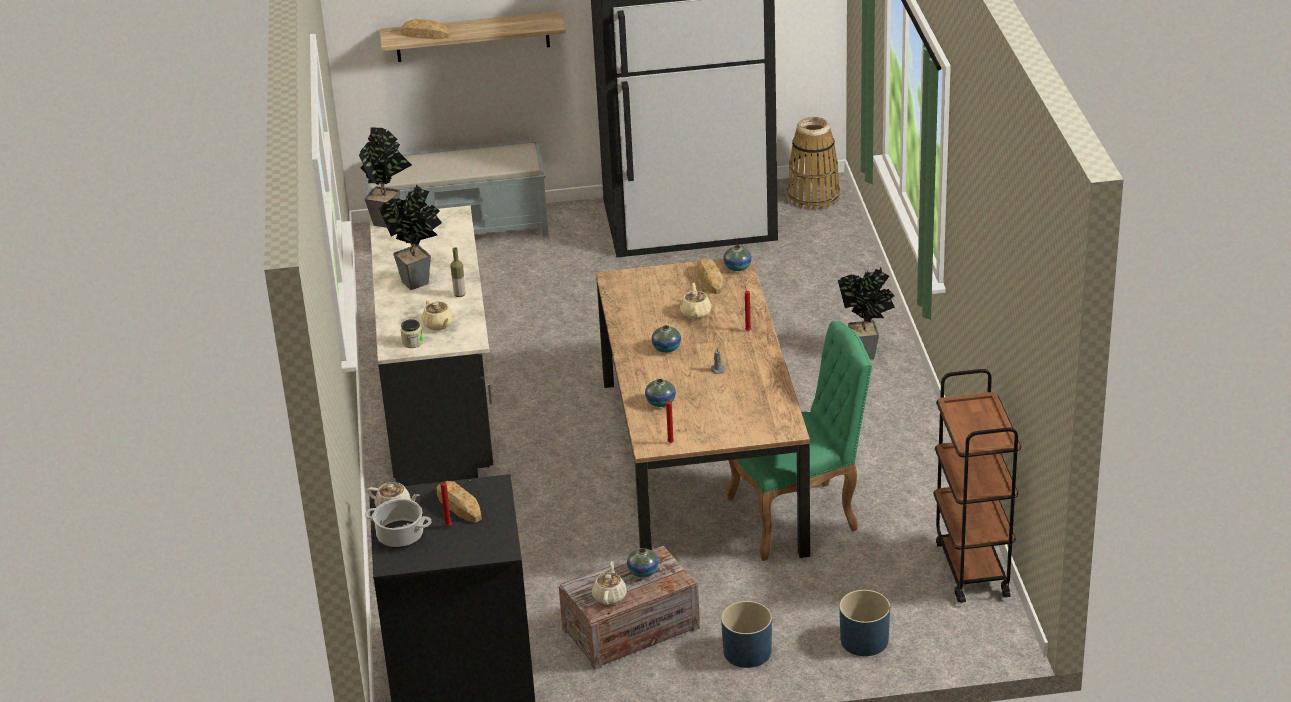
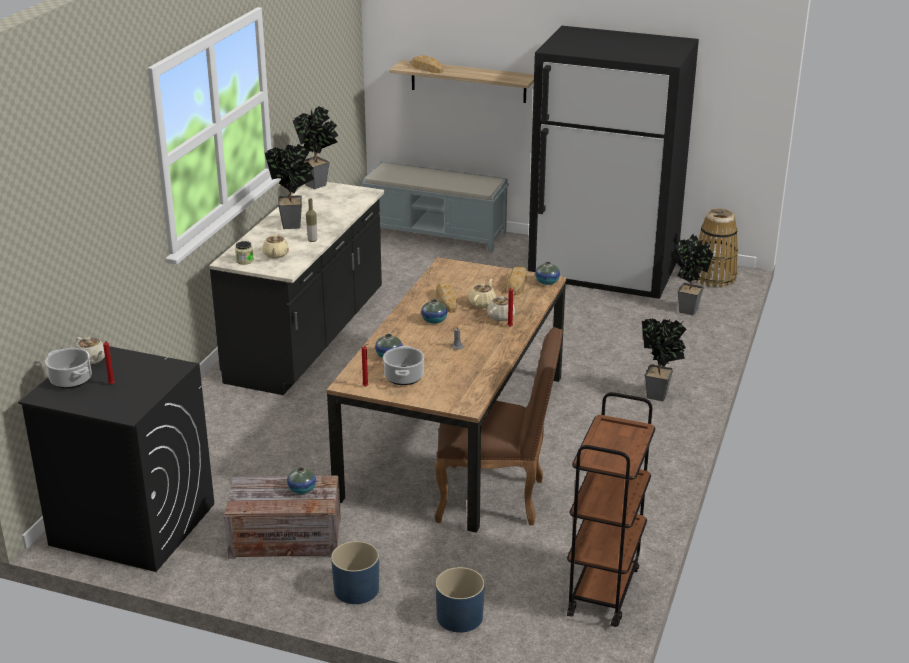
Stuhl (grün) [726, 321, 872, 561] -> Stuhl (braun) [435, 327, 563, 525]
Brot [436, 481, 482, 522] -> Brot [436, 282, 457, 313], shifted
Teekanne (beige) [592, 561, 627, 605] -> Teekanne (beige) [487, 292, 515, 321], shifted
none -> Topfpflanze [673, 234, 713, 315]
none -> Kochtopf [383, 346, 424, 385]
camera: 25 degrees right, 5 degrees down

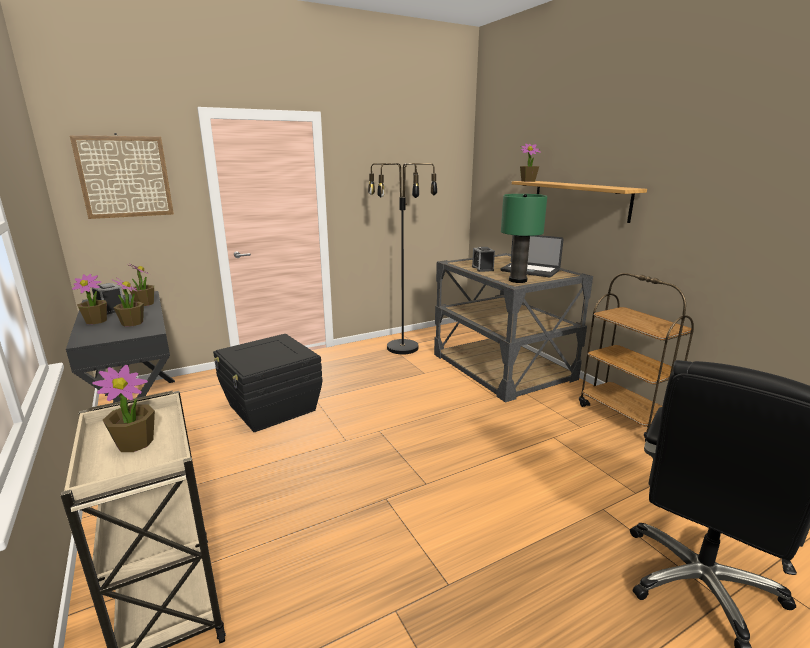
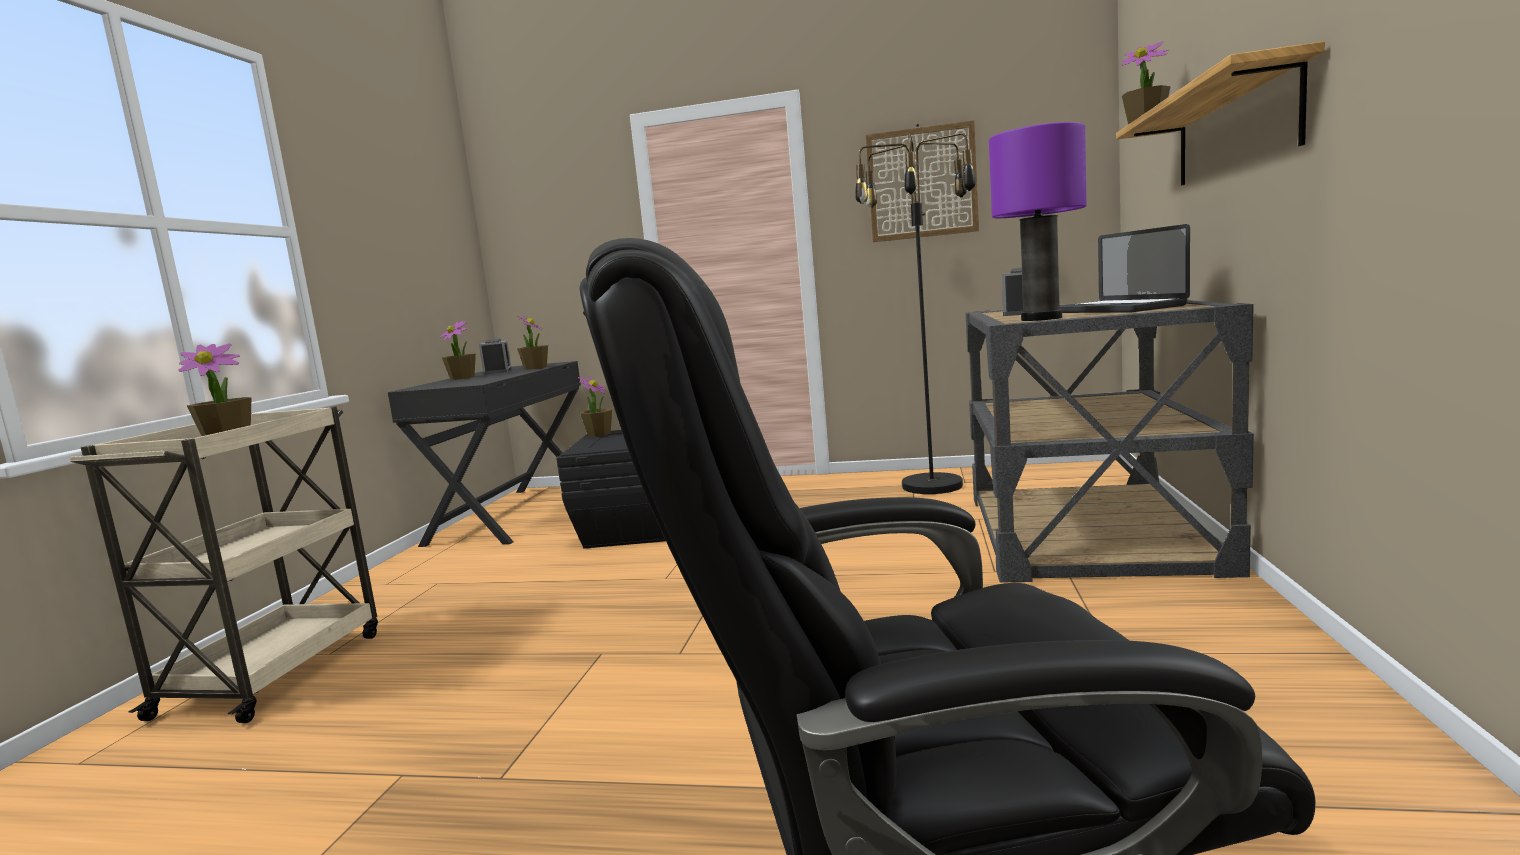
Bild [70, 133, 174, 219] -> Bild [865, 120, 979, 242], shifted
Tischlampe (grün) [501, 194, 547, 283] -> Tischlampe (lila) [989, 122, 1087, 321]
Rollwagen (braun) [579, 273, 694, 442] -> none
Topfpflanze [111, 278, 144, 327] -> Topfpflanze [578, 376, 612, 437], shifted
camera: 40 degrees right, 10 degrees down

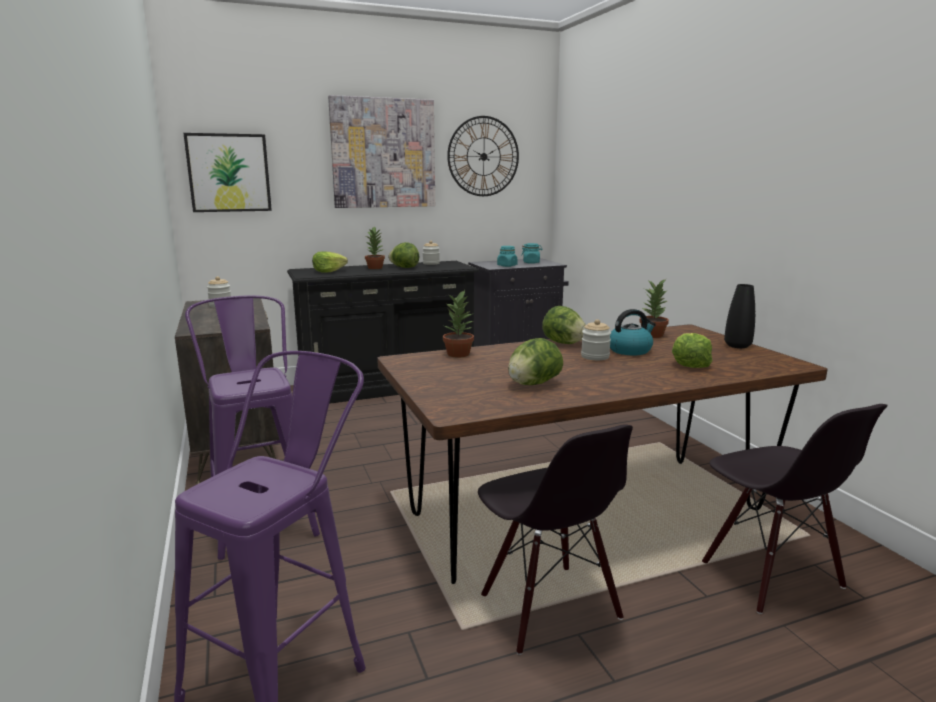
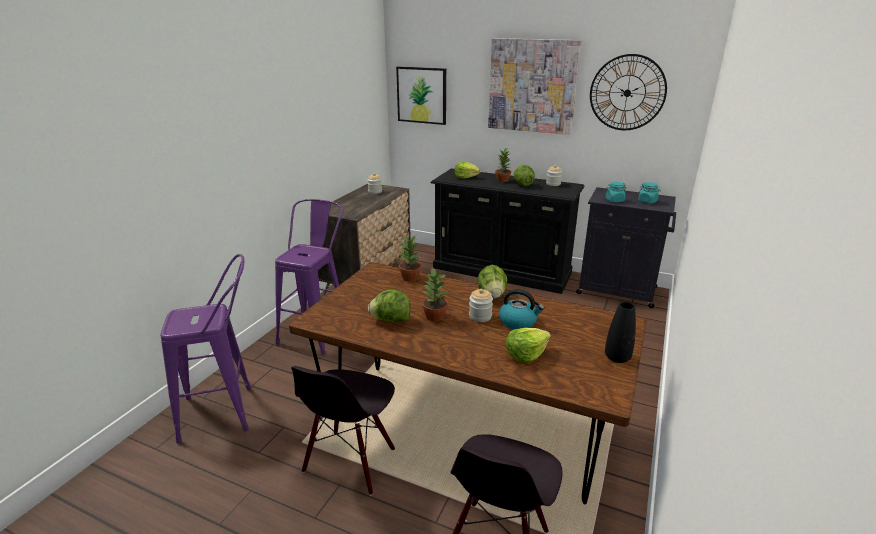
Topfpflanze [639, 279, 669, 338] -> Topfpflanze [422, 268, 448, 321], shifted
camera: 45 degrees right, 10 degrees up

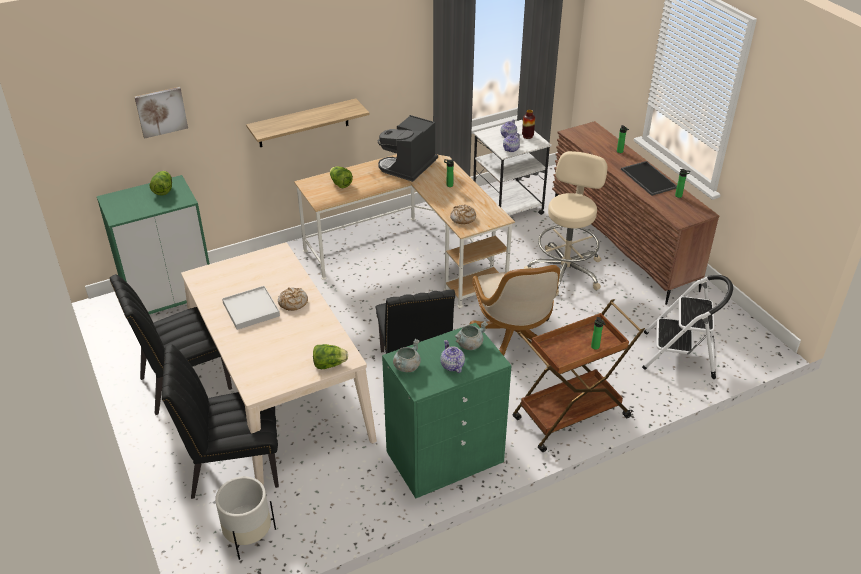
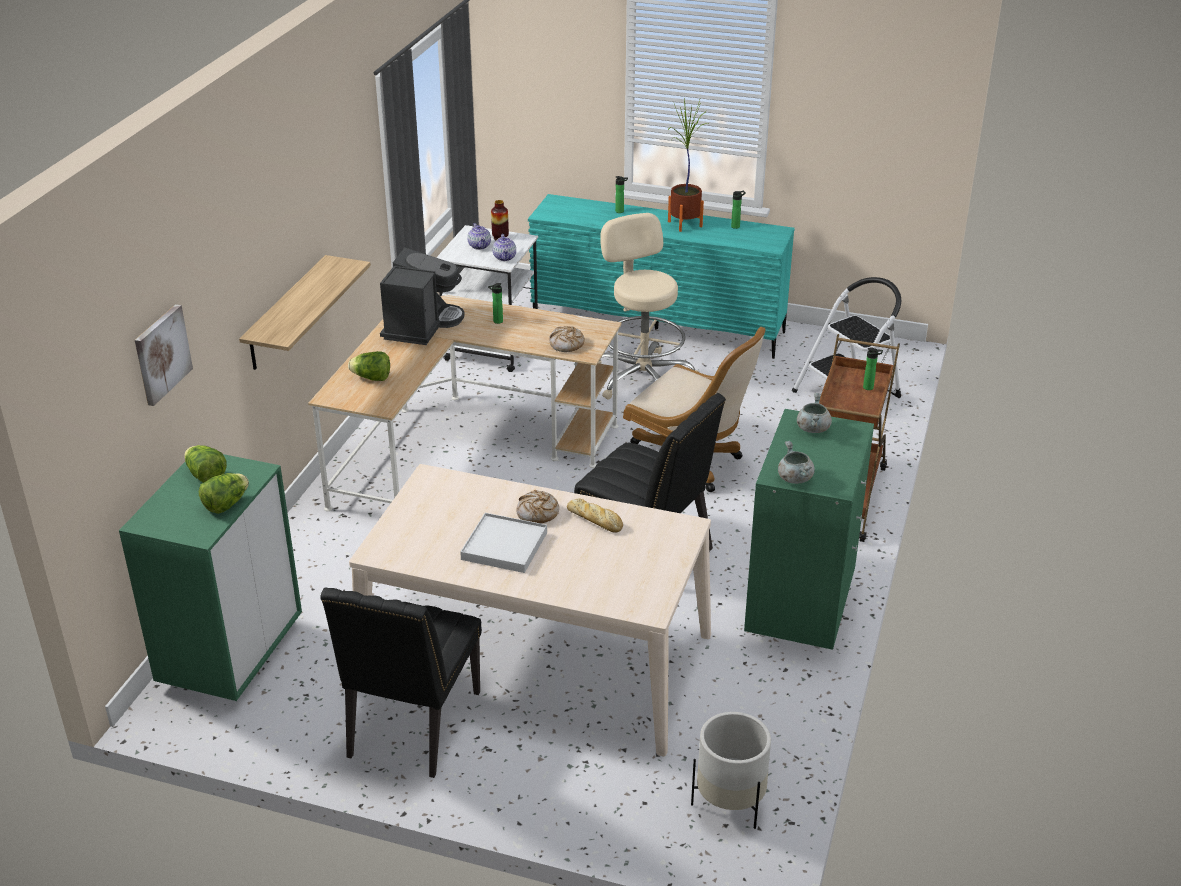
Kaffeemaschine [378, 115, 438, 182] -> Kaffeemaschine [380, 248, 465, 345], 150 degrees counterclockwise
Kommode (braun) [552, 121, 719, 305] -> Kommode (türkis) [528, 194, 795, 359]
Tablett [621, 161, 677, 196] -> Topfpflanze [668, 98, 709, 232]
Teekanne [440, 340, 465, 373] -> none
Stuhl (schwarz) [162, 344, 279, 499] -> none
Salatkopf [313, 344, 348, 369] -> Salatkopf [199, 473, 249, 514], shifted
none -> Brot [567, 498, 623, 533]
camera: 45 degrees left, 5 degrees down

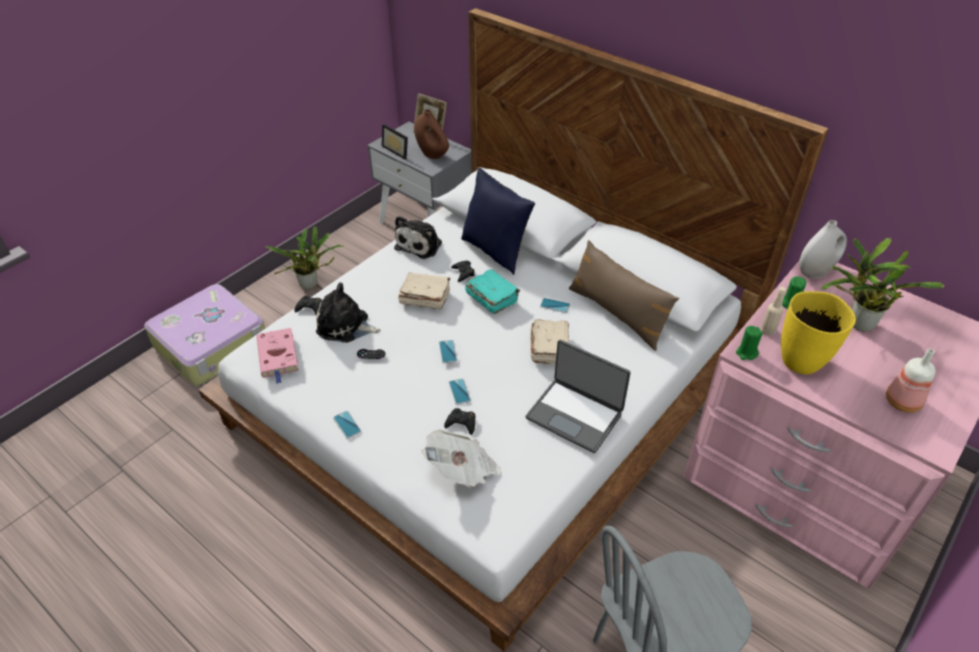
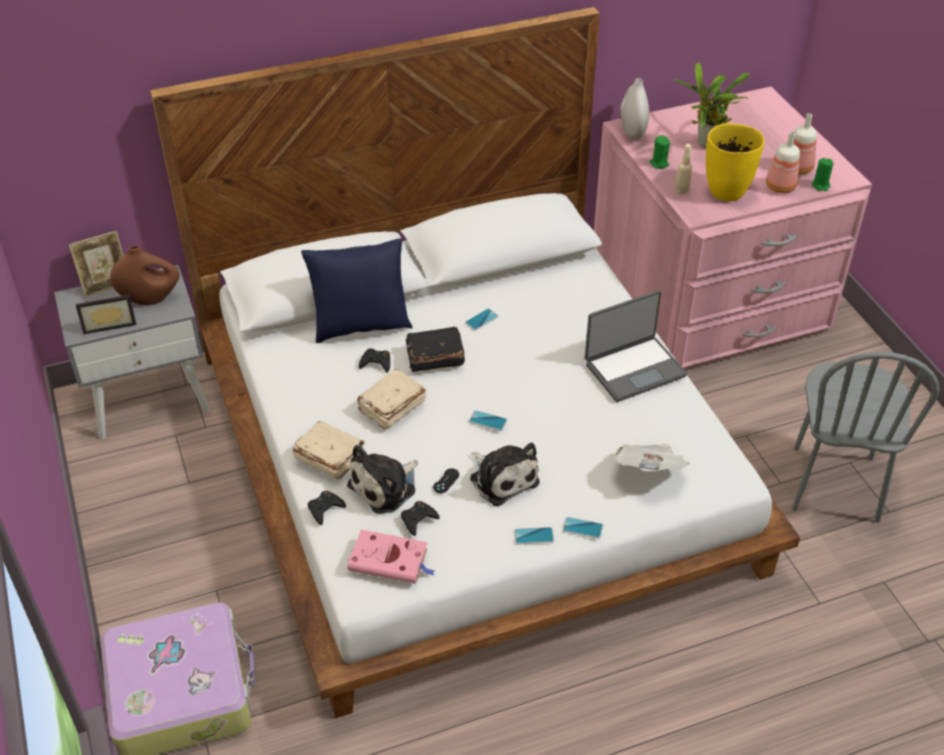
Plüschtier [394, 216, 442, 259] -> Plüschtier [470, 443, 540, 506], shifted
Topfpflanze [266, 226, 345, 290] -> none
Kissen (braun) [569, 240, 679, 351] -> none
Buch (türkis) [465, 269, 520, 314] -> Buch (schwarz) [405, 327, 465, 372]
Buch (beige) [530, 319, 569, 364] -> Buch (beige) [292, 421, 365, 479], shifted
Kerze (grün) [736, 326, 763, 360] -> Kerze (grün) [812, 158, 834, 191], shifted
Handy [449, 379, 471, 405] -> Handy [562, 517, 603, 539], shifted
Gamepad (schwarz) [444, 408, 475, 435] -> Gamepad (schwarz) [401, 501, 440, 536], shifted
none -> Flasche [766, 132, 800, 193]
camera: 60 degrees left, 0 degrees up

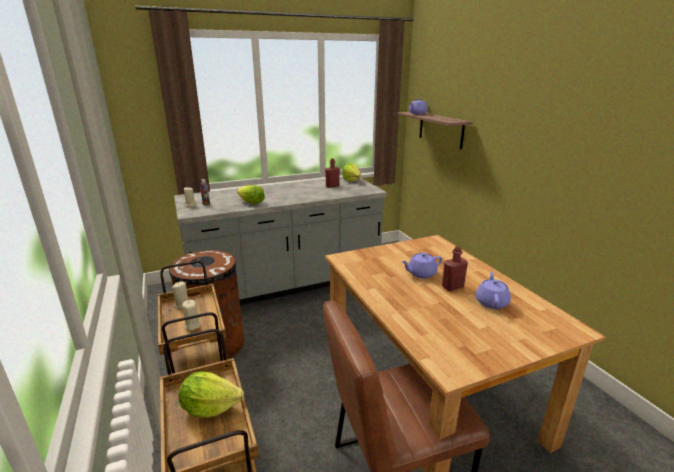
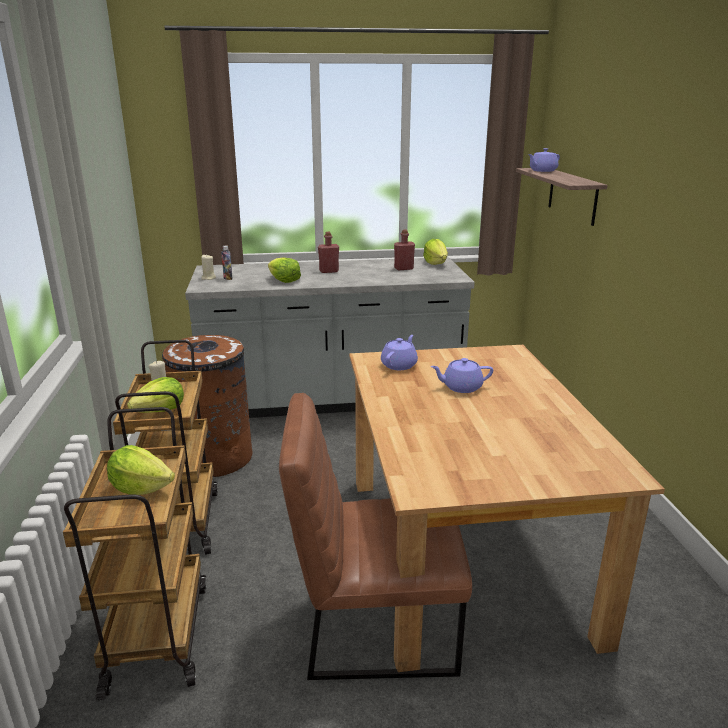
Flasche (rot) [442, 246, 468, 291] -> Flasche (rot) [318, 232, 339, 273], shifted
Teekanne (lila) [475, 272, 511, 309] -> Teekanne (lila) [381, 335, 418, 370], shifted
Kerze (beige) [182, 300, 201, 331] -> Salatkopf [127, 377, 184, 413]
camera: 15 degrees right, 0 degrees up

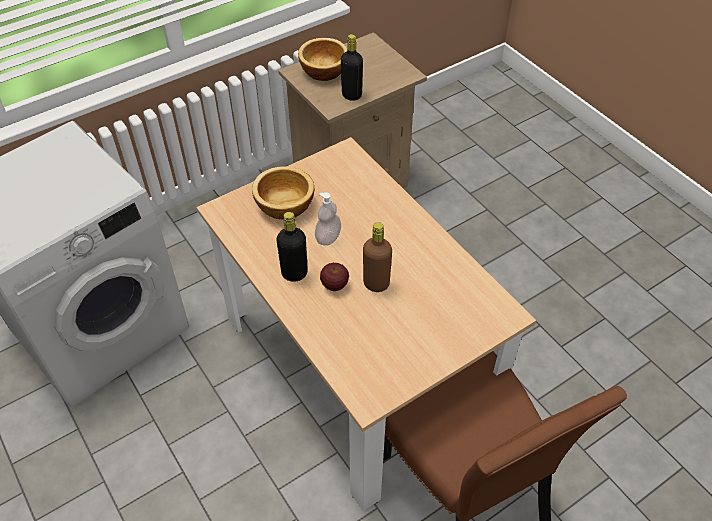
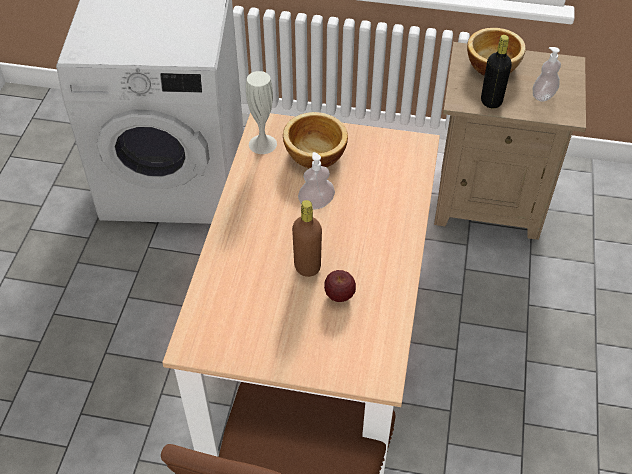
Flasche (schwarz) [277, 212, 308, 282] -> none
Apfel [320, 263, 349, 291] -> Apfel [324, 270, 356, 302], shifted
none -> Seifenspender [533, 47, 561, 102]
none -> Vase (weiß) [246, 71, 277, 154]
camera: 45 degrees right, 0 degrees up

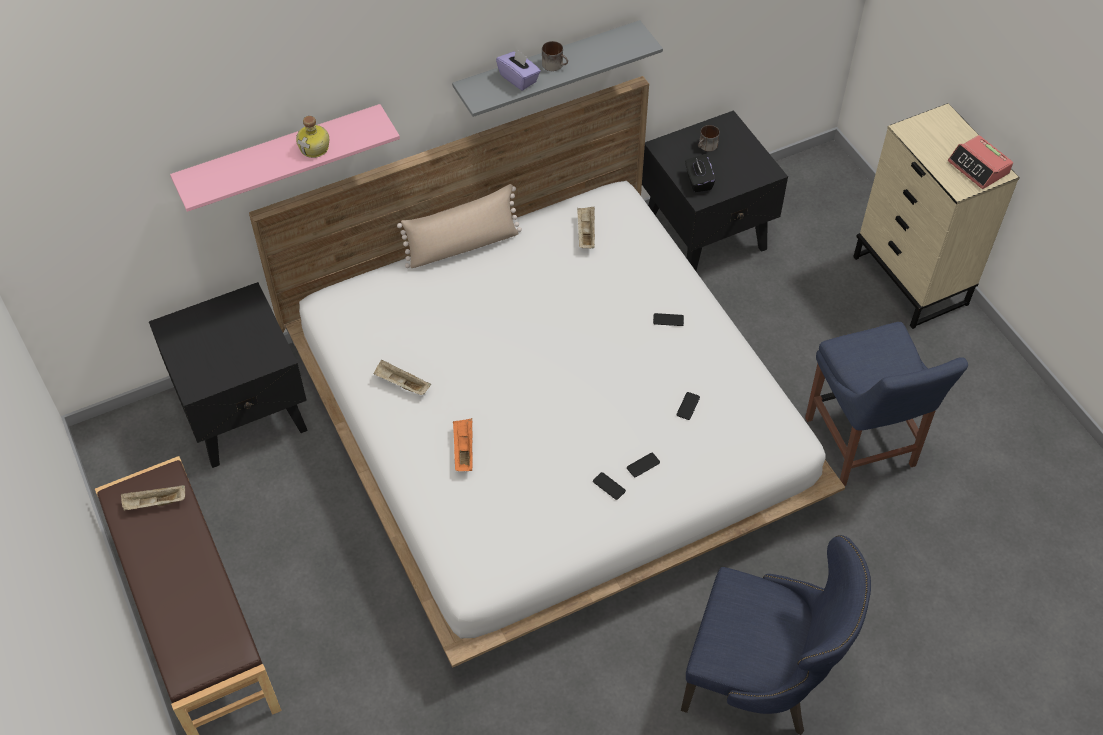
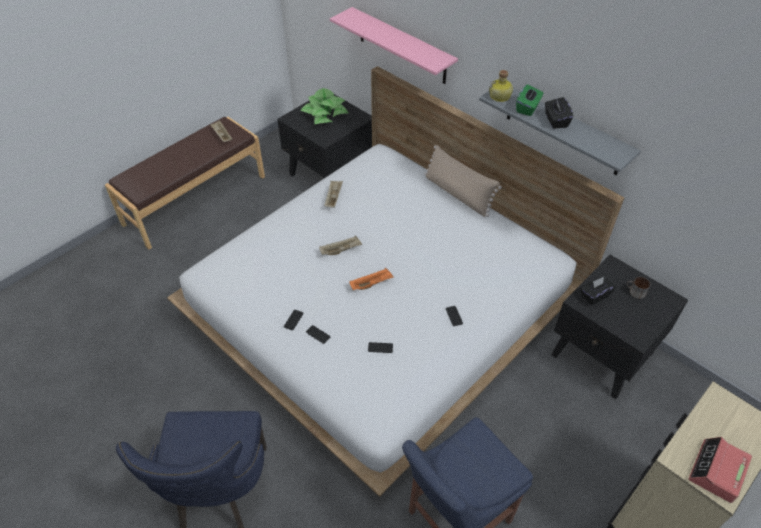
Henkelbecher [542, 41, 568, 71] -> Taschentuchbox (schwarz) [545, 97, 573, 129]
Taschentuchbox (lila) [496, 48, 541, 91] -> Taschentuchbox (grün) [516, 84, 543, 116]
Flasche [296, 116, 329, 158] -> Flasche [489, 70, 513, 102], shifted
Tablett (beige) [577, 207, 595, 248] -> Tablett (beige) [319, 236, 362, 255], shifted
Tablett (orange) [453, 418, 473, 471] -> Tablett (orange) [349, 268, 394, 290], shifted
none -> Topfpflanze [300, 88, 349, 124]
camera: 70 degrees right, 5 degrees down

